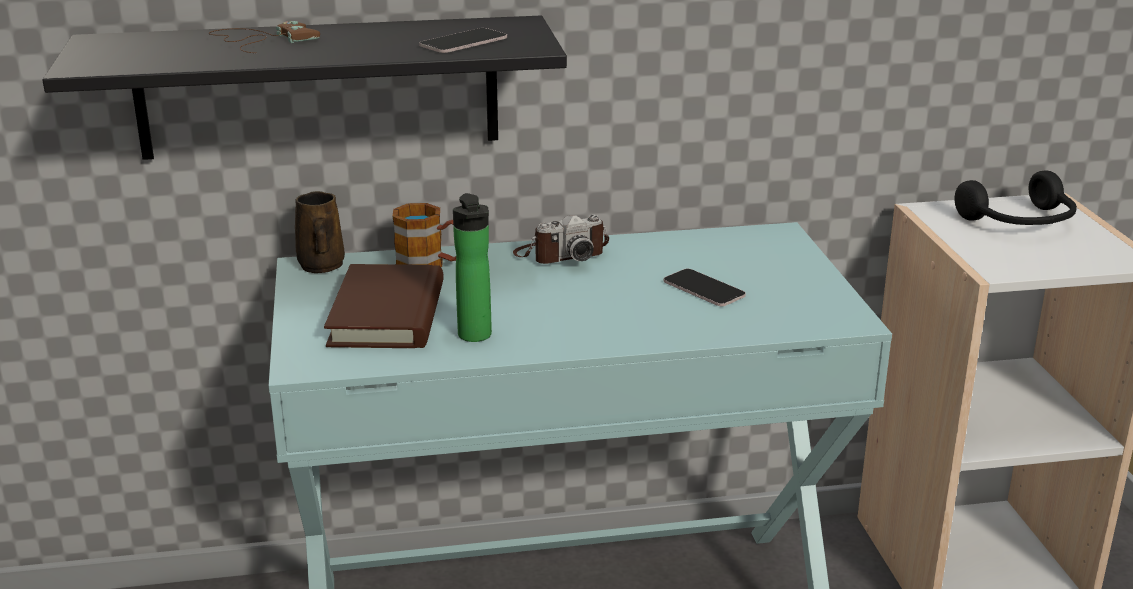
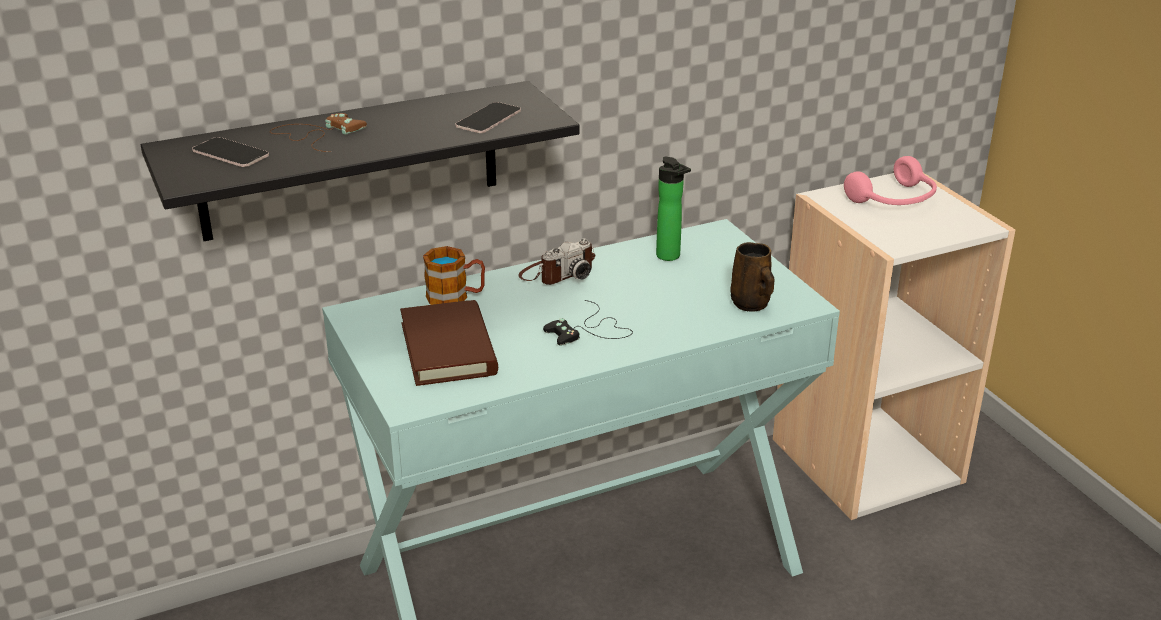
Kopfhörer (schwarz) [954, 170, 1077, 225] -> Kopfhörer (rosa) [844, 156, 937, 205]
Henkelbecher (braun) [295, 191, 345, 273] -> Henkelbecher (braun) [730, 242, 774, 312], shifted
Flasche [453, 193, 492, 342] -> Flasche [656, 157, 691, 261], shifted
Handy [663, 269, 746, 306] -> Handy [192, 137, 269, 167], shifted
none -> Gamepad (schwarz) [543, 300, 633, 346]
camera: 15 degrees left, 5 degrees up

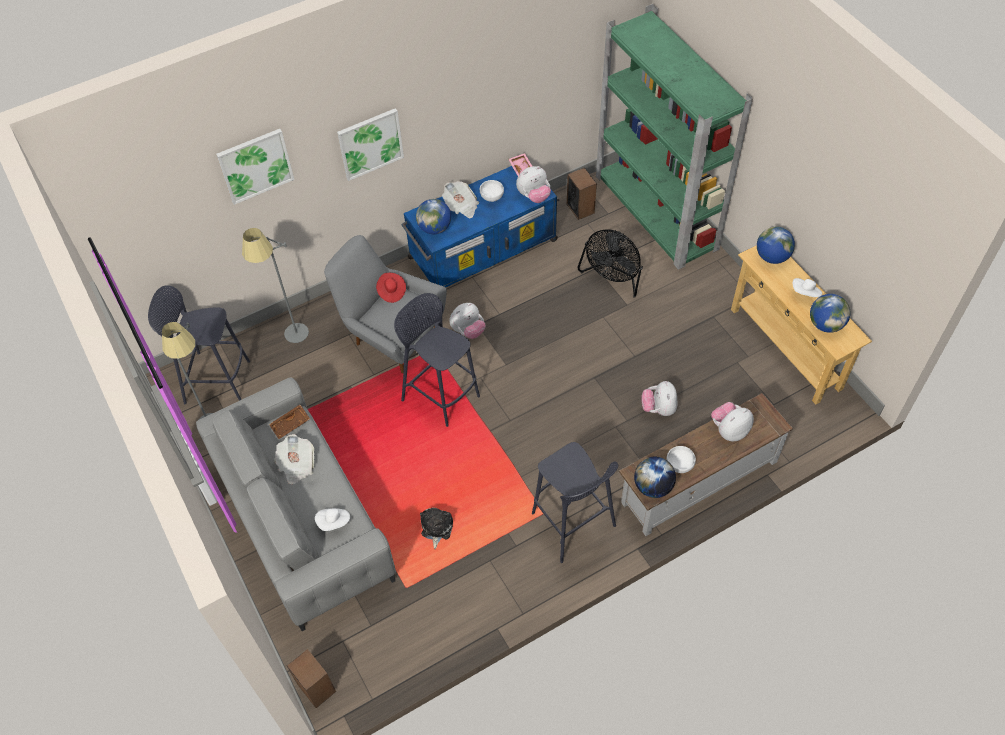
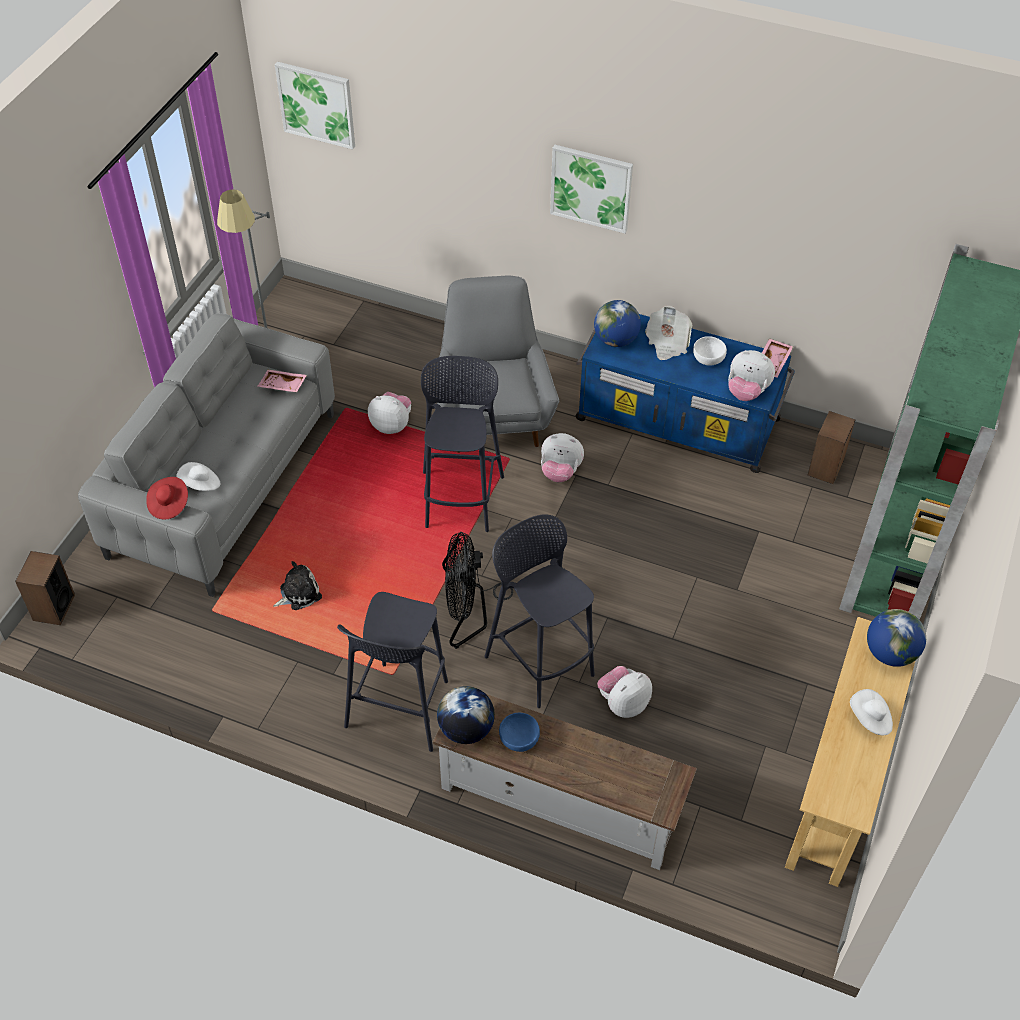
Bild [216, 129, 294, 205] -> Bild [275, 62, 355, 149], shifted
Stehlampe (grau) [242, 228, 309, 343] -> none
Ventilator (schwarz) [578, 229, 643, 298] -> Ventilator (schwarz) [442, 532, 517, 649], shifted
Hut (rot) [376, 273, 406, 303] -> Hut (rot) [146, 477, 188, 519], shifted
Hocker (grau) [148, 285, 250, 404] -> Hocker (grau) [484, 514, 595, 708], shifted
Globus [810, 294, 850, 333] -> none
Plüschtier [711, 402, 754, 441] -> Plüschtier [368, 392, 411, 434], shifted
Tablett (braun) [269, 404, 310, 439] -> Tablett (rosa) [258, 370, 307, 392]
Zeitung [274, 434, 314, 484] -> none
Schüssel (weiß) [666, 446, 696, 473] -> Schüssel (blau) [499, 713, 540, 752]
camera: 50 degrees right, 5 degrees down

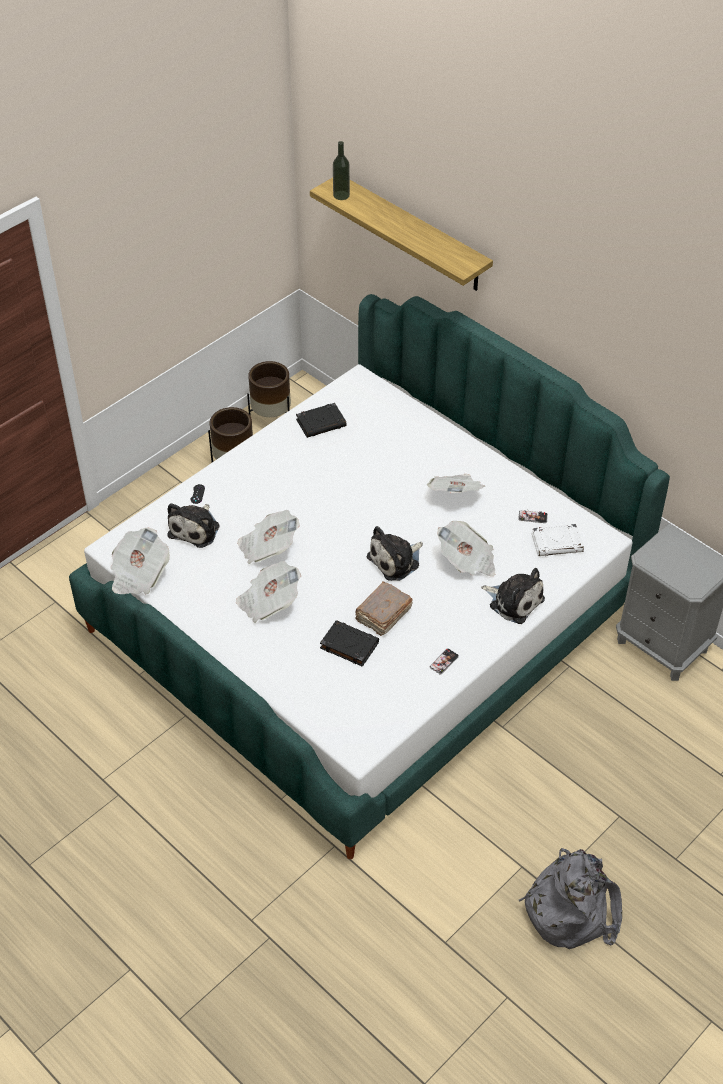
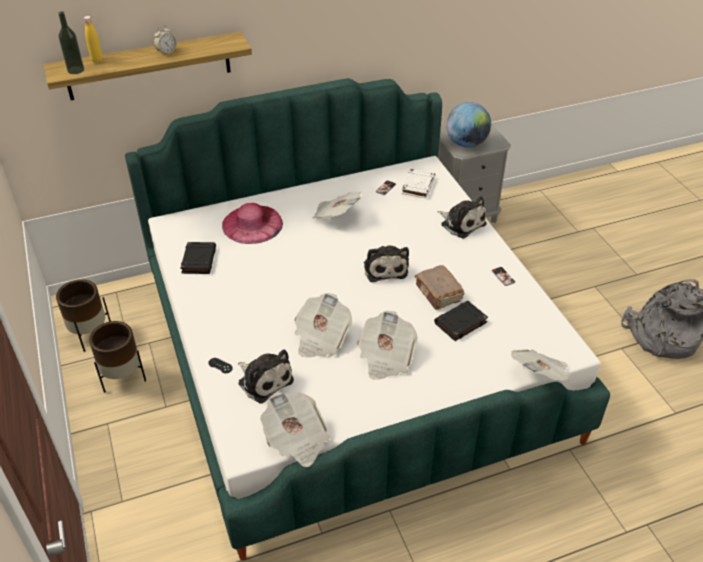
Zeitung [437, 521, 496, 576] -> Zeitung [511, 349, 570, 381], shifted
Plüschtier [481, 568, 545, 624] -> Plüschtier [437, 196, 487, 238], 75 degrees clockwise
none -> Flasche (gelb) [84, 16, 103, 63]
none -> Wecker [154, 25, 177, 55]
none -> Globus [446, 102, 491, 147]
none -> Hut (rosa) [222, 203, 283, 244]
camera: 65 degrees left, 5 degrees down

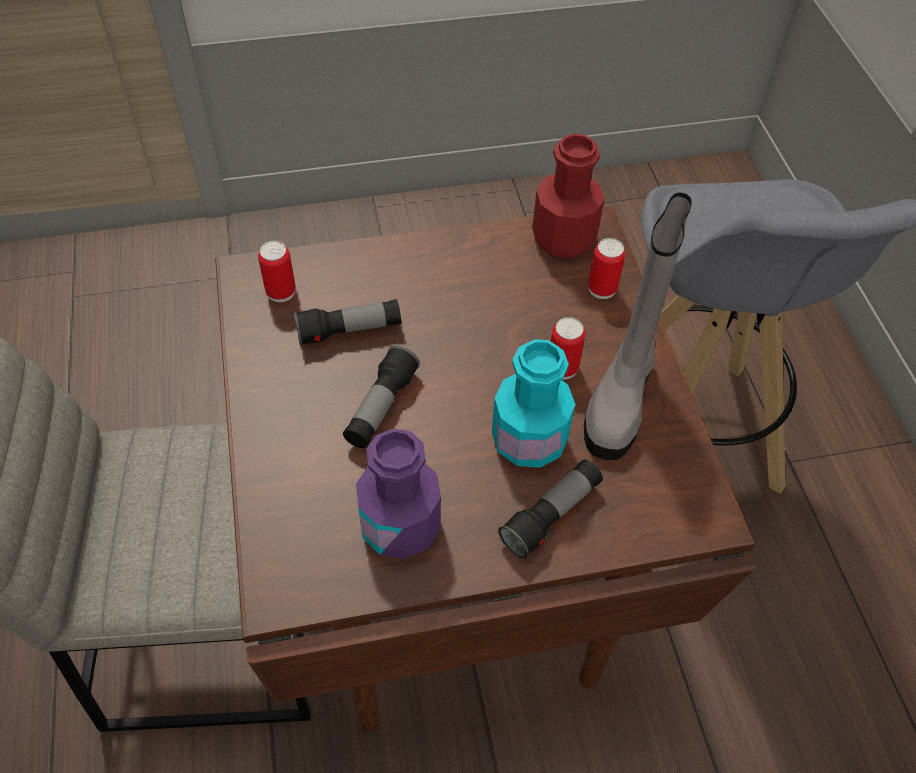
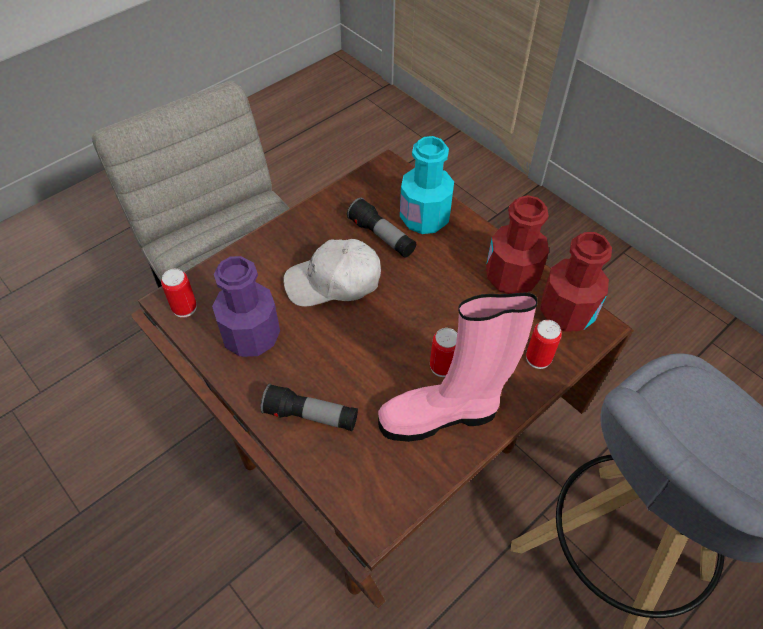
Stiefel (grau) [584, 192, 692, 460] -> Stiefel (rosa) [378, 293, 538, 442]
Dose [258, 241, 296, 302] -> Dose [161, 269, 197, 318], shifted
Flasche (türkis) [492, 339, 575, 468] -> Flasche (türkis) [400, 136, 454, 234], shifted
Taschenlampe [343, 346, 420, 448] -> Kappe (weiß) [283, 239, 381, 307]
none -> Flasche (rot) [486, 195, 549, 294]
camera: 60 degrees right, 0 degrees up

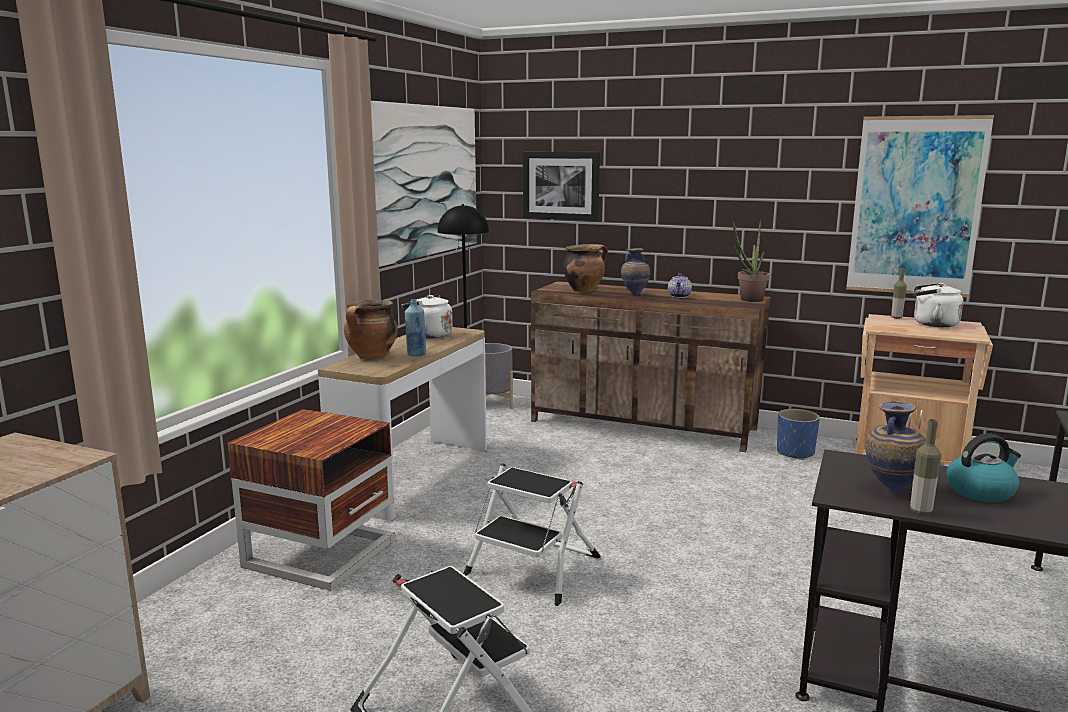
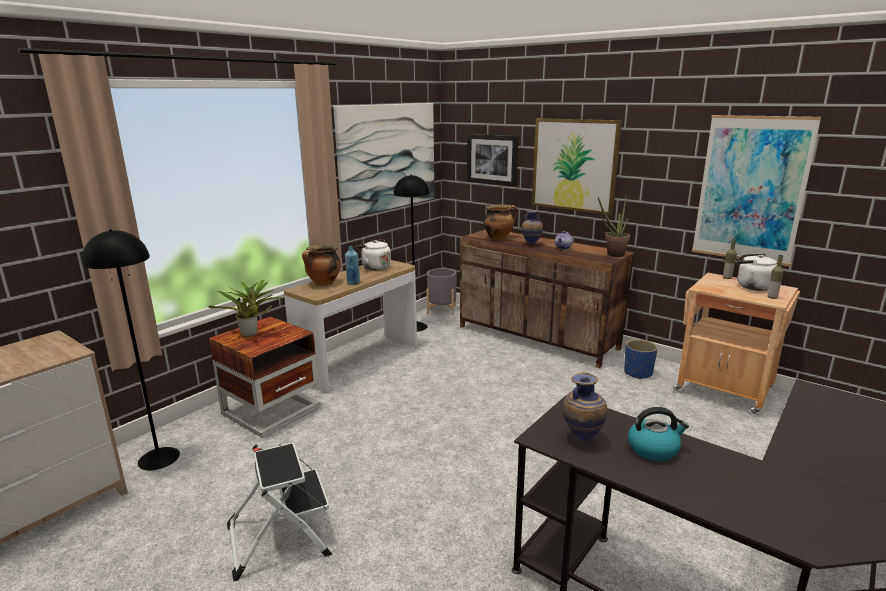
Flasche [910, 419, 941, 515] -> Flasche [767, 255, 784, 299], shifted
Trittleiter [463, 463, 601, 606] -> none
none -> Bild [532, 118, 622, 215]
none -> Stehlampe (schwarz) [82, 229, 180, 470]
none -> Topfpflanze [208, 280, 284, 337]
camera: 15 degrees right, 5 degrees up

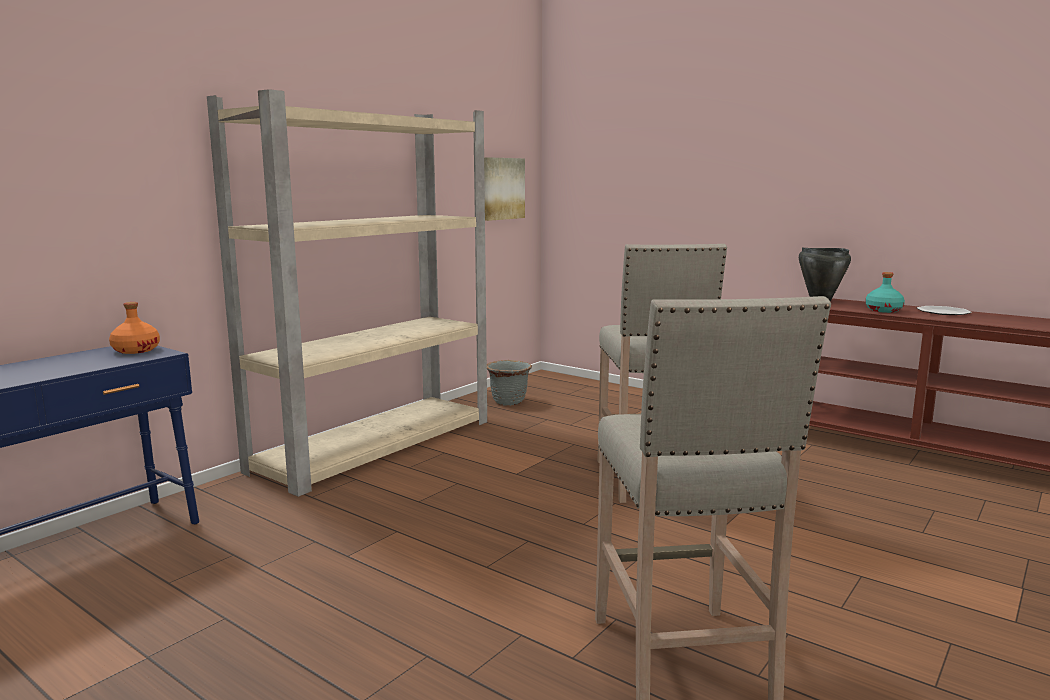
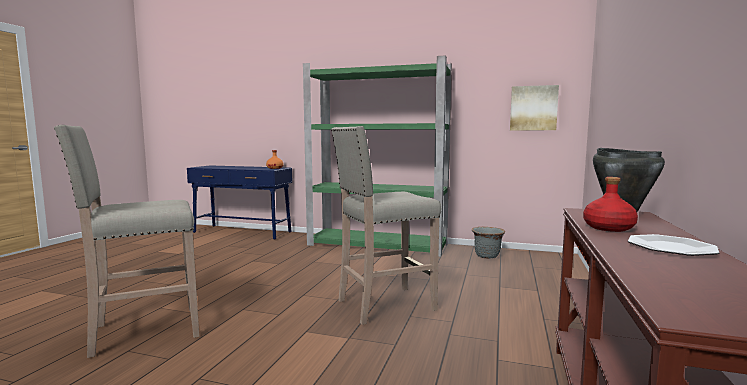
Bücherregal (beige) [207, 89, 487, 497] -> Bücherregal (grün) [303, 55, 452, 257]
Flasche (türkis) [865, 272, 905, 313] -> Flasche (rot) [583, 177, 638, 232]
camera: 70 degrees right, 5 degrees down

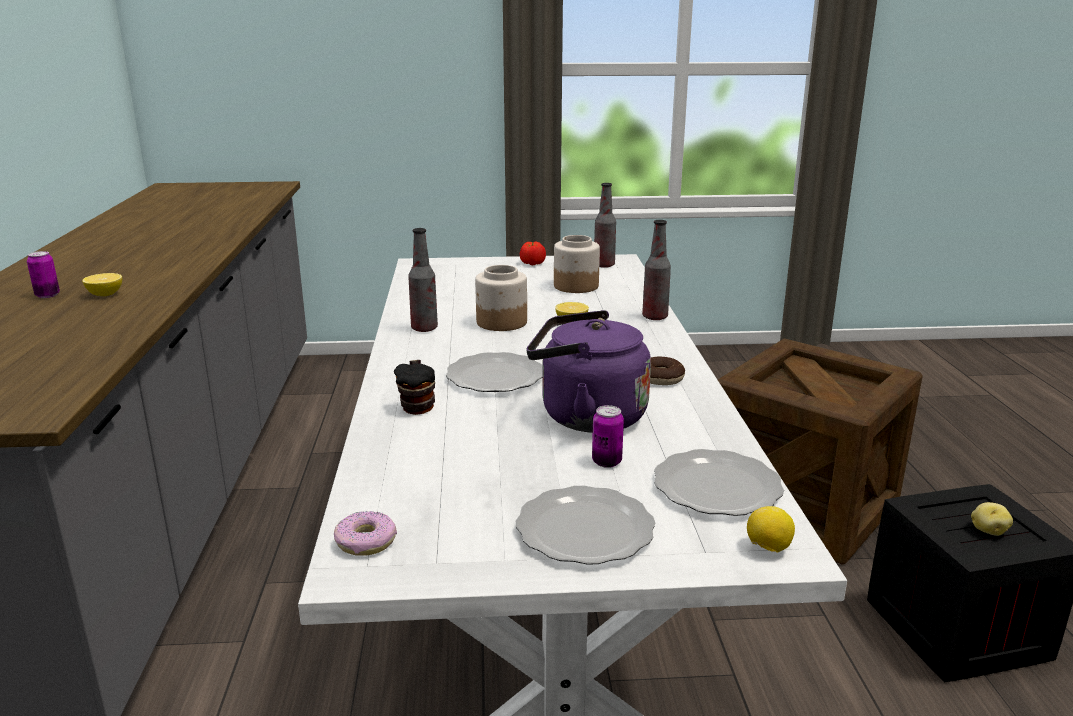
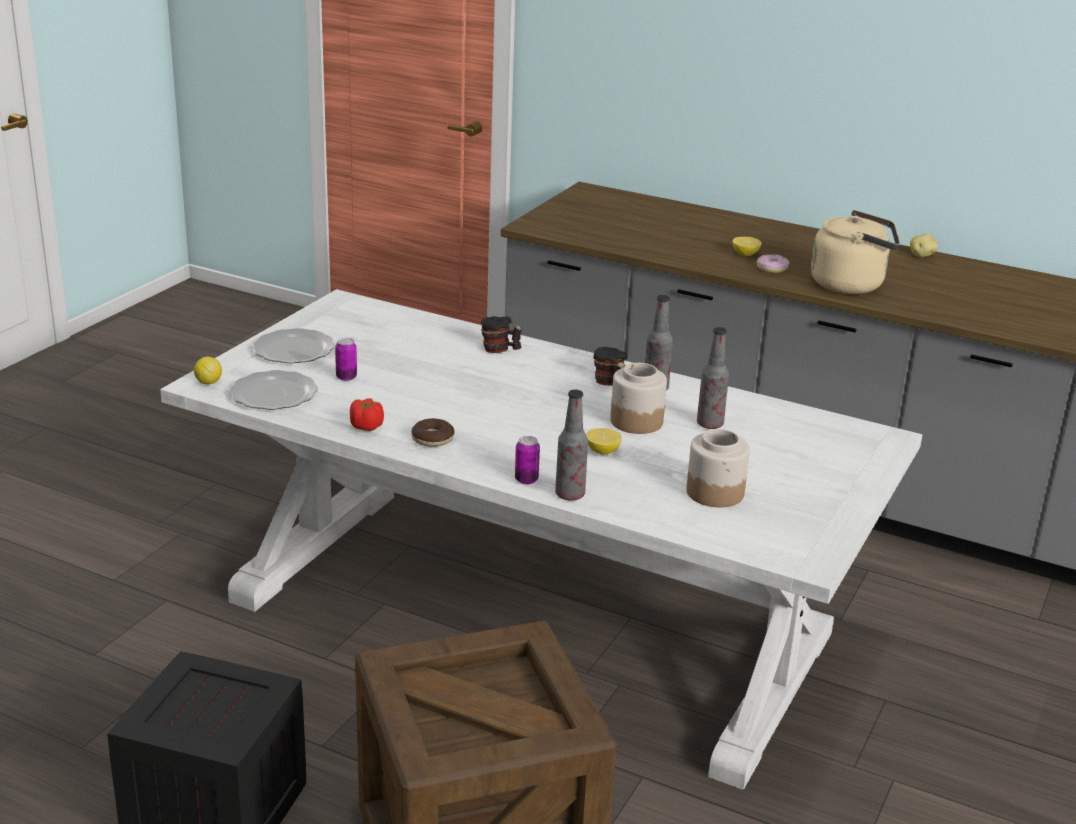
Flasche [594, 183, 616, 268] -> Flasche [697, 327, 729, 429], shifted
Tomate [520, 241, 546, 265] -> Tomate [350, 399, 384, 431], shifted
Dose [27, 251, 60, 298] -> Dose [515, 436, 540, 484], shifted
Wasserkessel (lila) [526, 310, 651, 433] -> none
Teller [446, 352, 543, 392] -> none
Kartoffel [971, 502, 1013, 536] -> Kartoffel [910, 234, 938, 257], shifted
Donut [334, 511, 397, 555] -> Donut [757, 254, 790, 273], shifted
none -> Wasserkessel (beige) [811, 210, 900, 294]
none -> Henkelbecher [594, 347, 628, 386]
camera: 120 degrees right, 5 degrees up

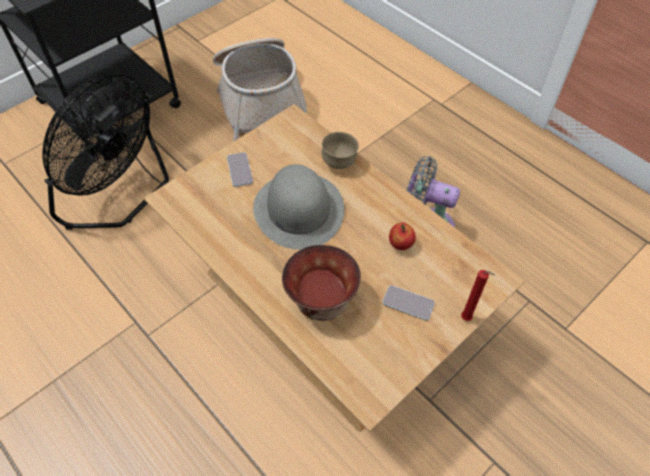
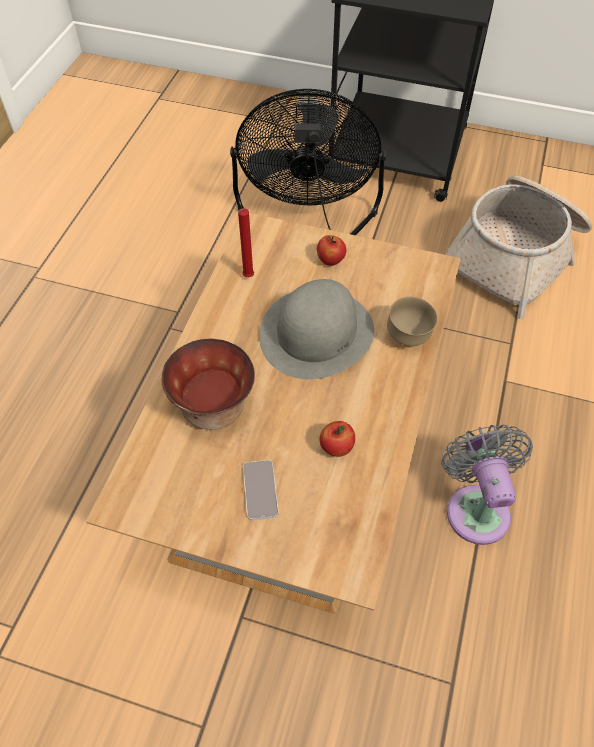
Handy [227, 152, 253, 187] -> Apfel [317, 235, 346, 266]
Kerze (rot) [461, 270, 495, 321] -> Kerze (rot) [238, 208, 254, 277], shifted
camera: 60 degrees right, 0 degrees up

